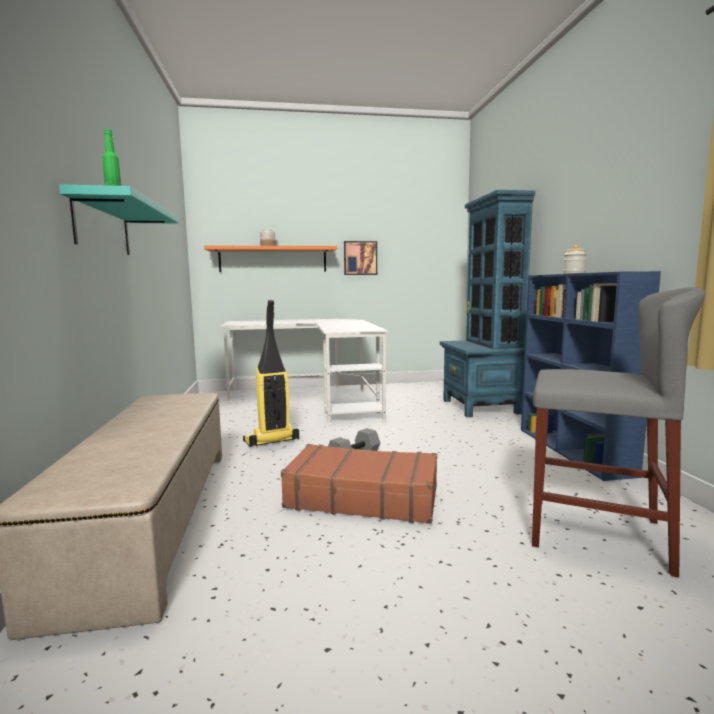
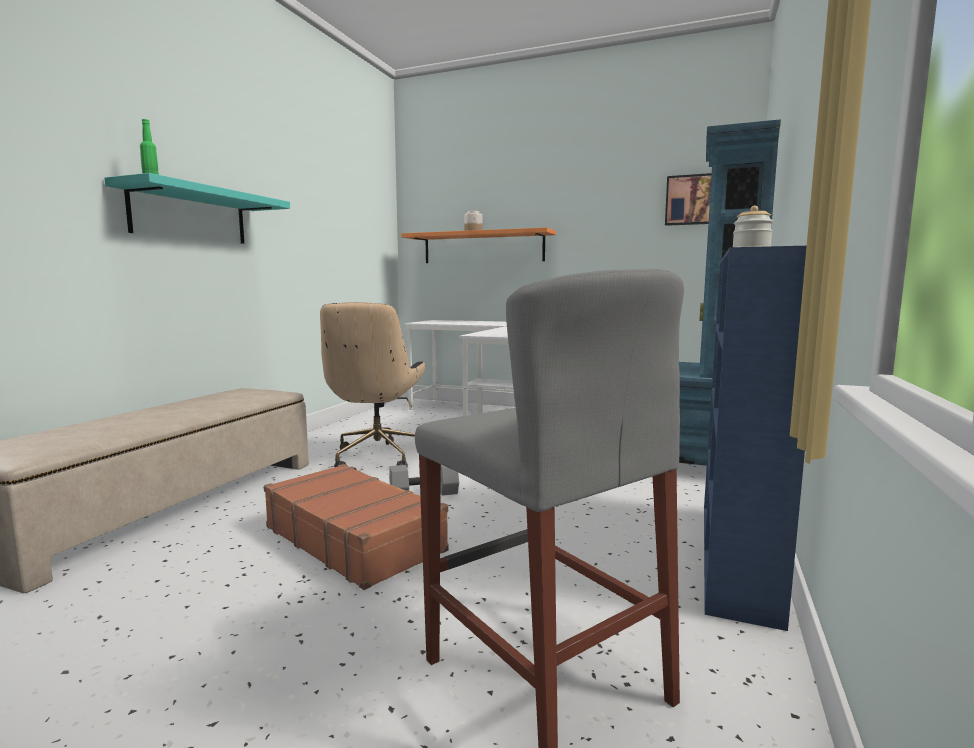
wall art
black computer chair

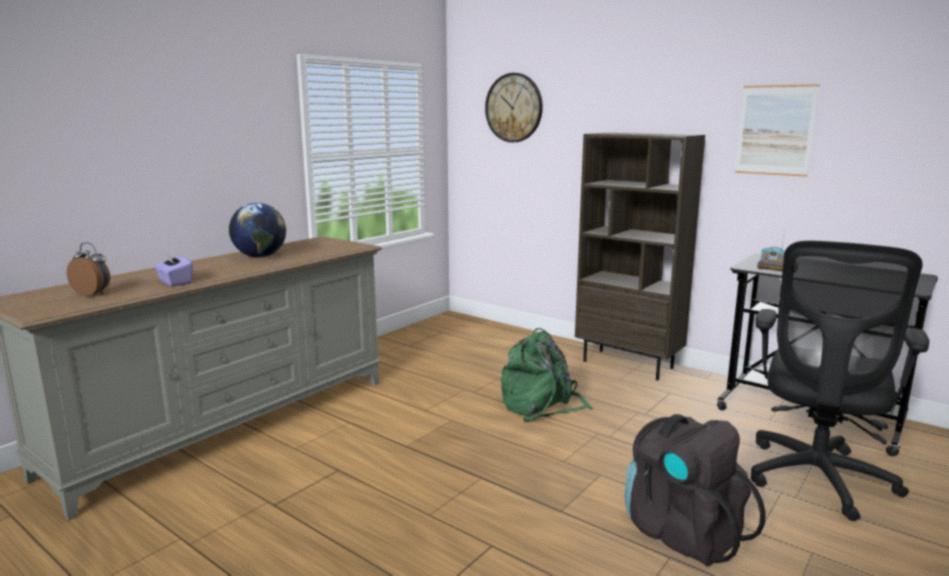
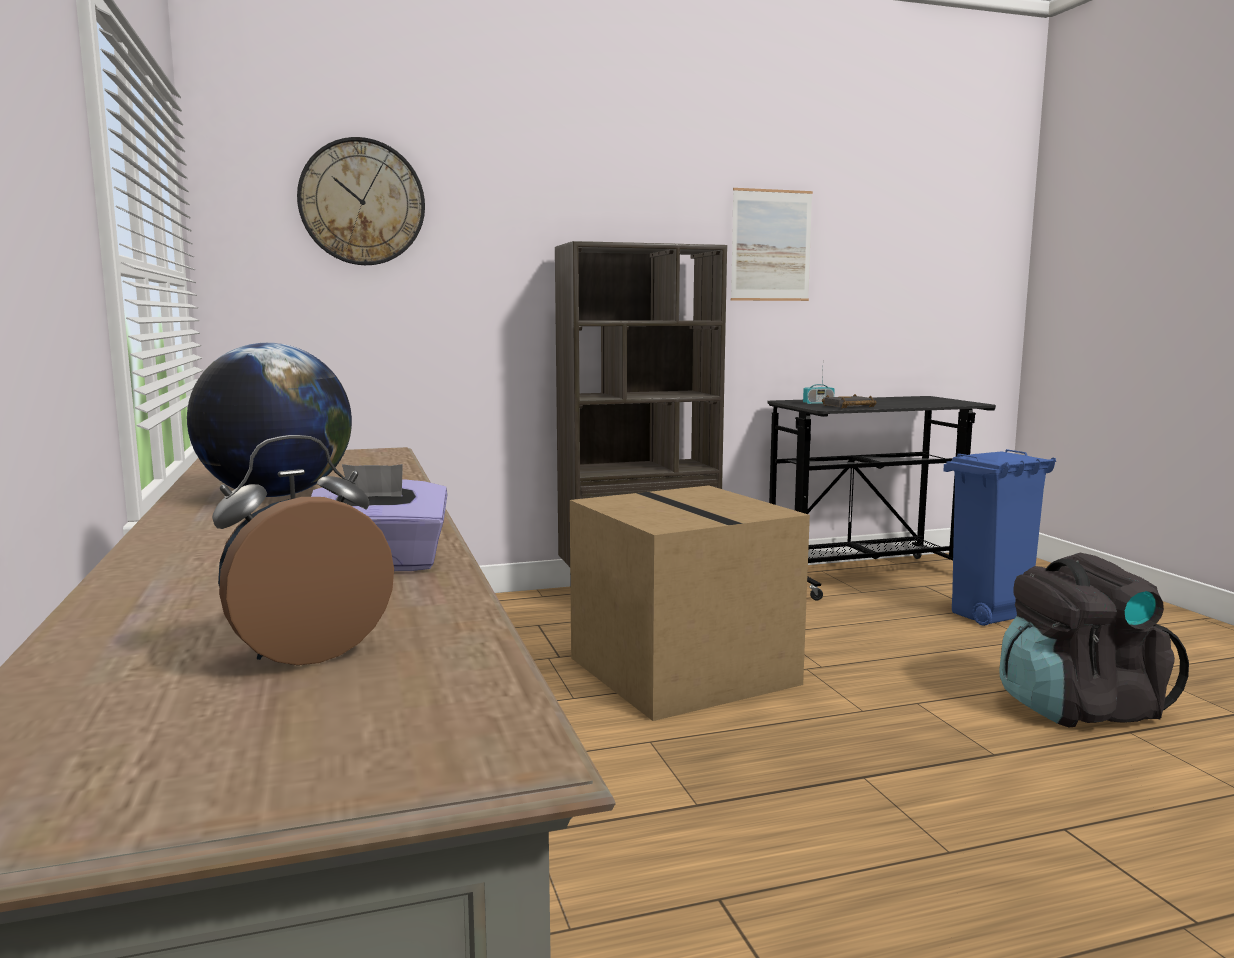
packing box
blue rubbish bin

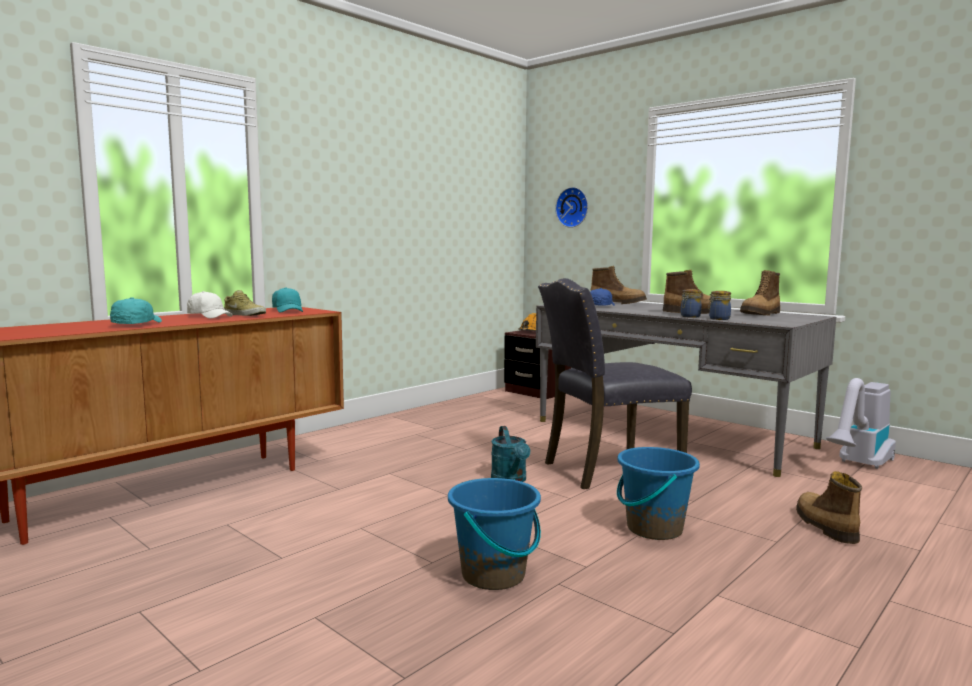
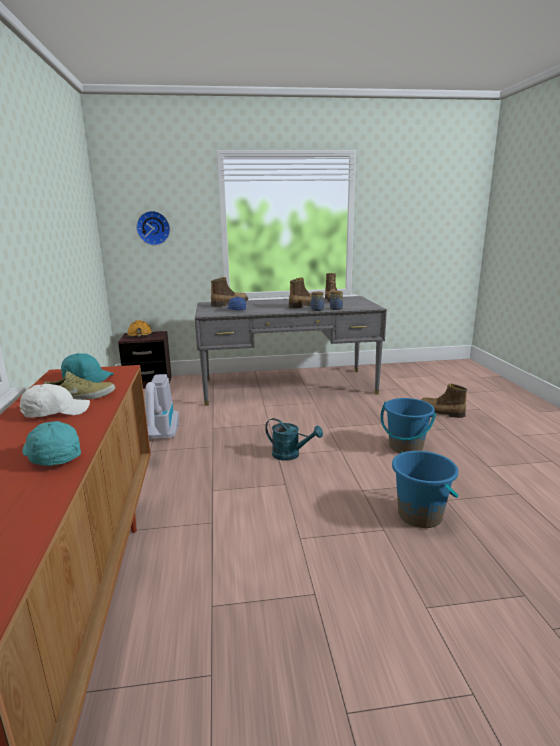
gray chair
hoover

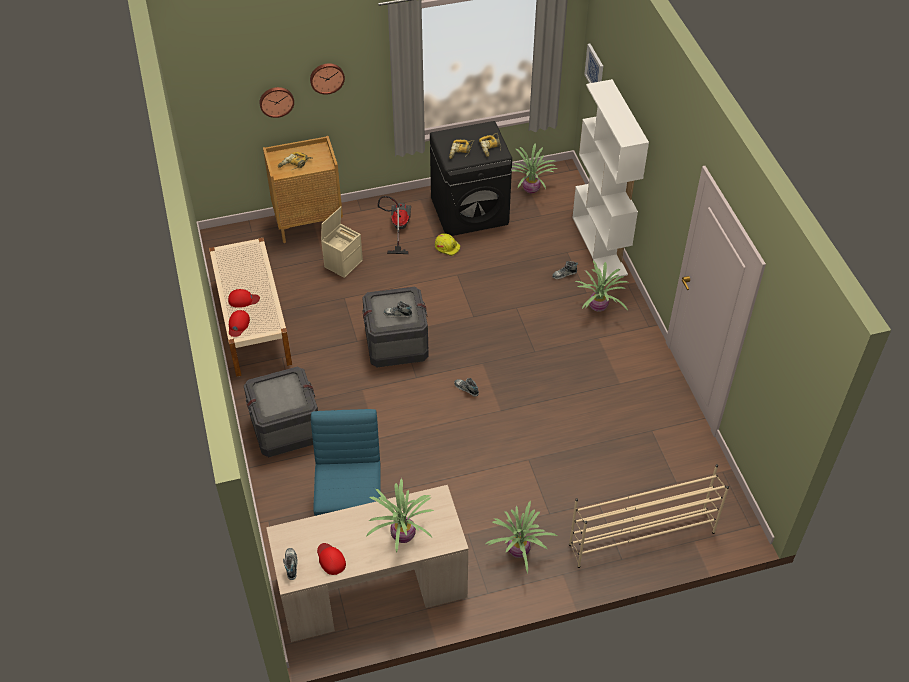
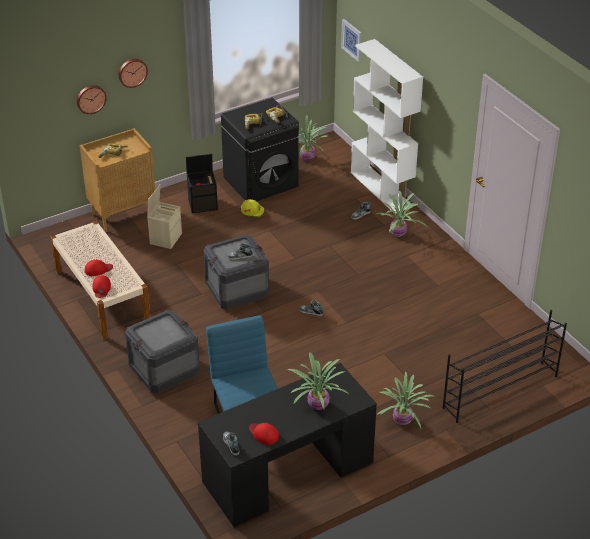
black storage box
black desk unit
black shoe stand

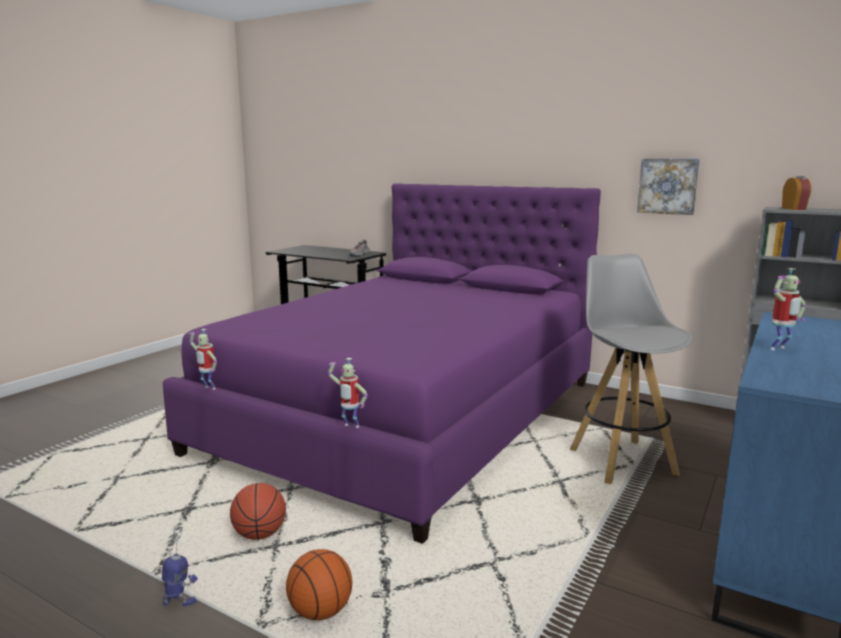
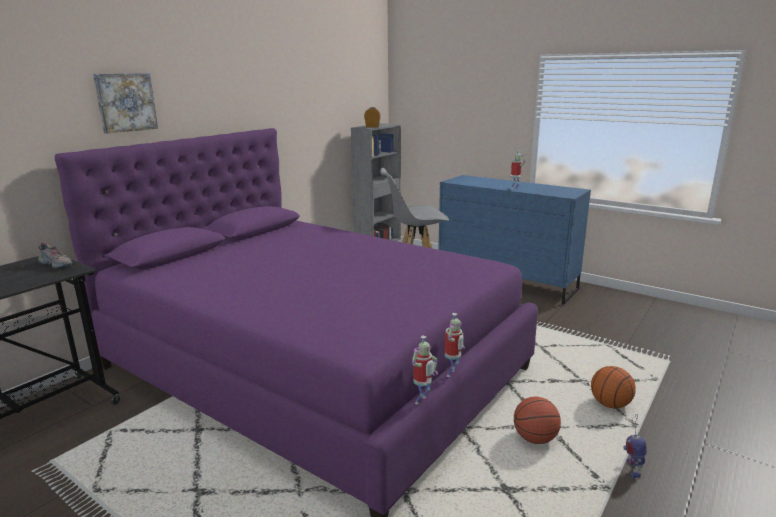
toy robot (no. 2 from left)
wall art

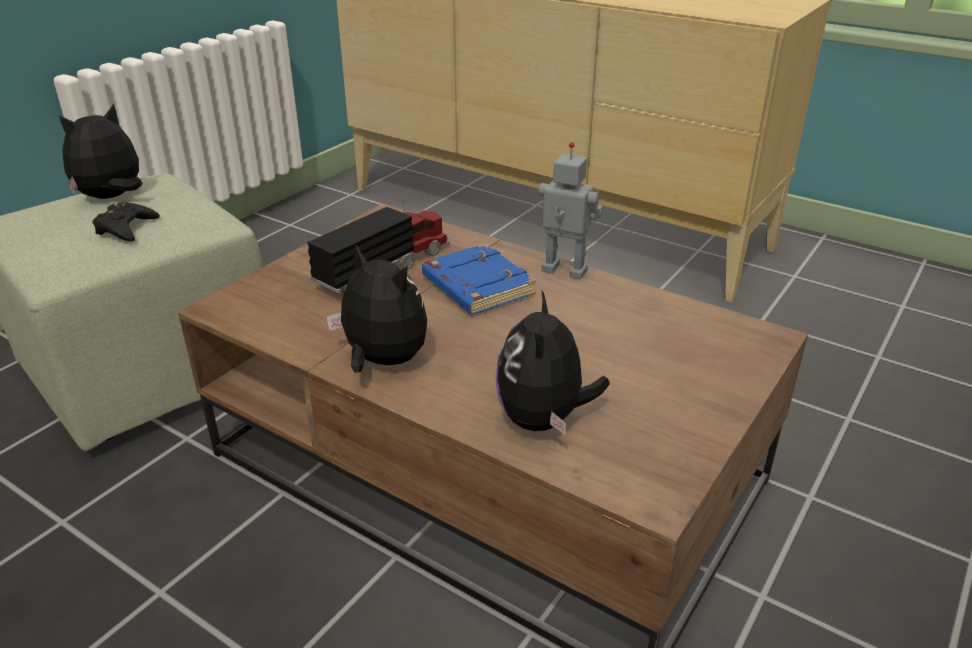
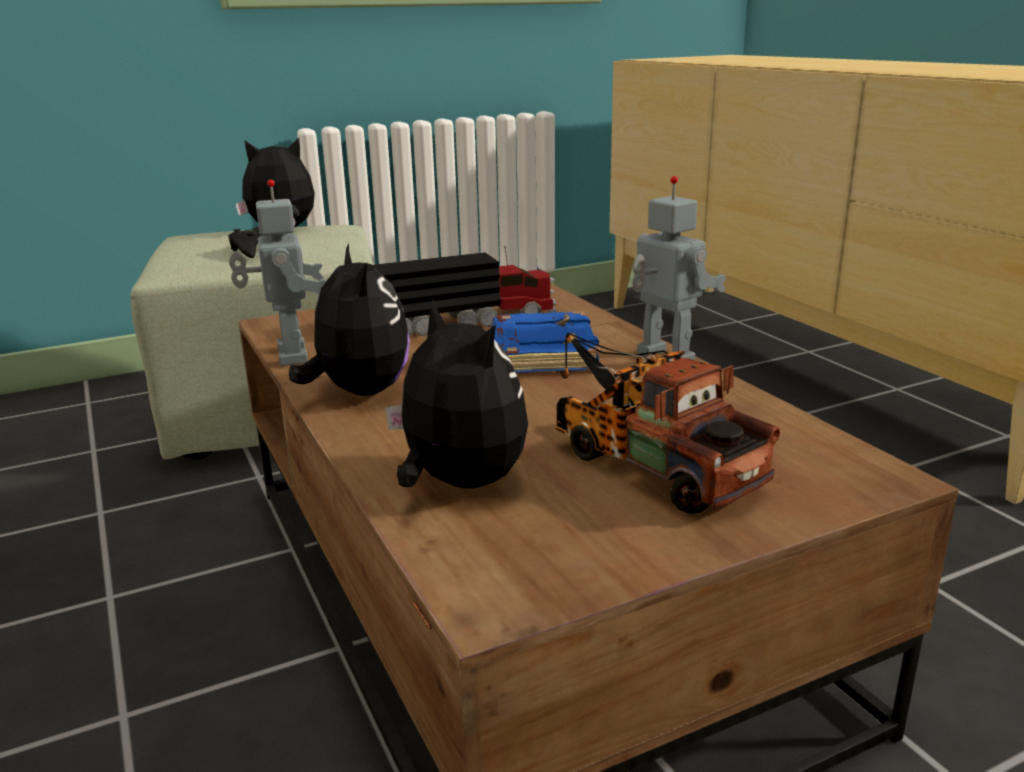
toy robot (no. 1 from left)
toy lorry (no. 2 from left)
soft toy (no. 3 from left)

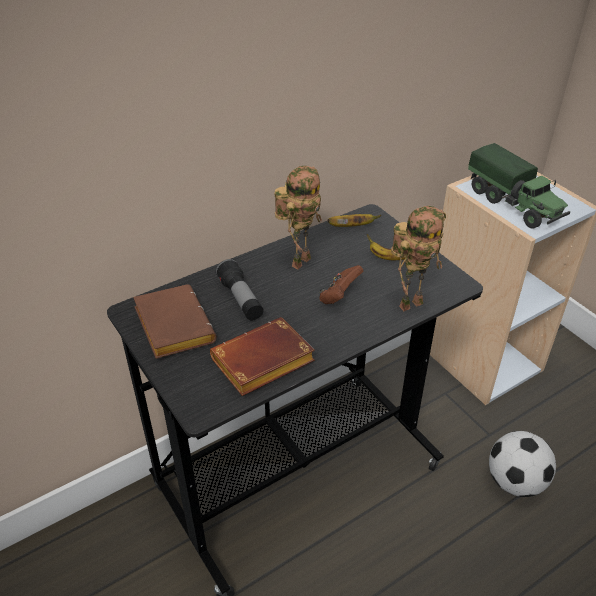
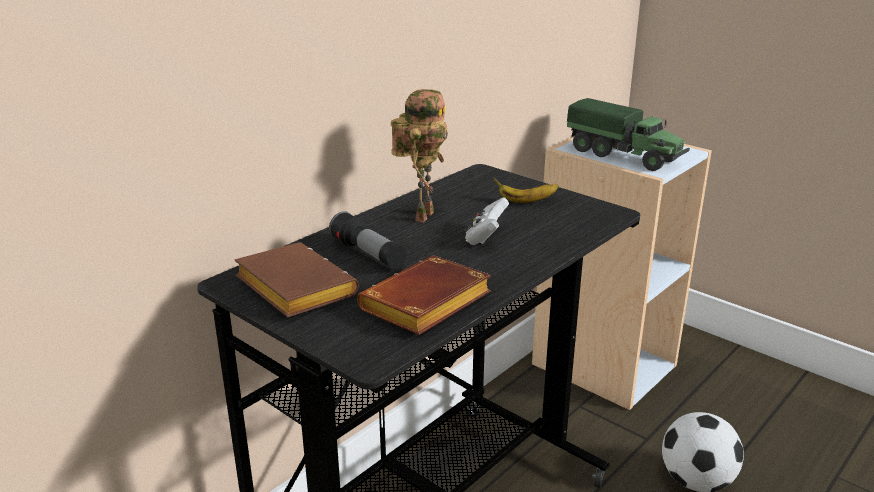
banana fruit (no. 1 from left in the first image)
toy robot (no. 2 from left in the first image)
white game controller

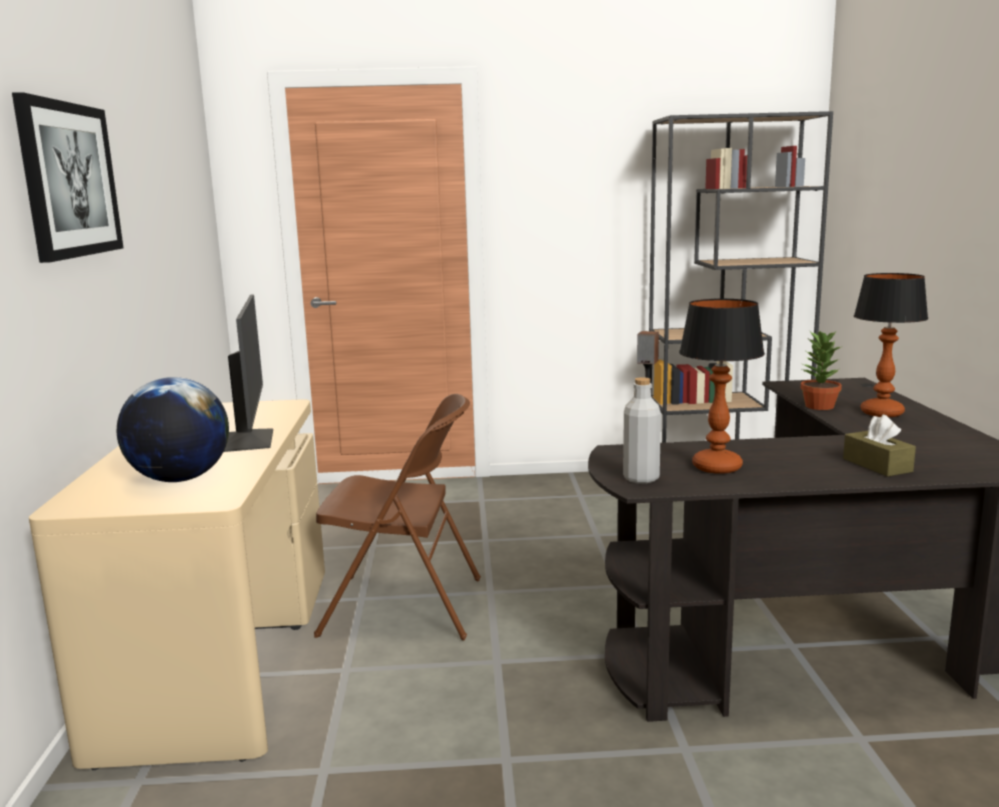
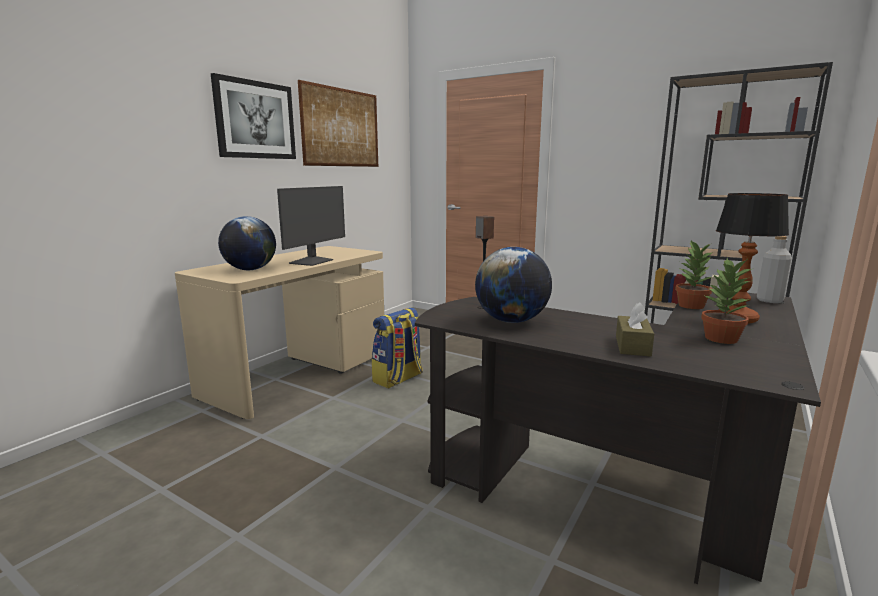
wall art (no. 2 from left)
potted plant (no. 2 from left)
gray drink bottle
knapsack
desk globe (no. 2 from left)

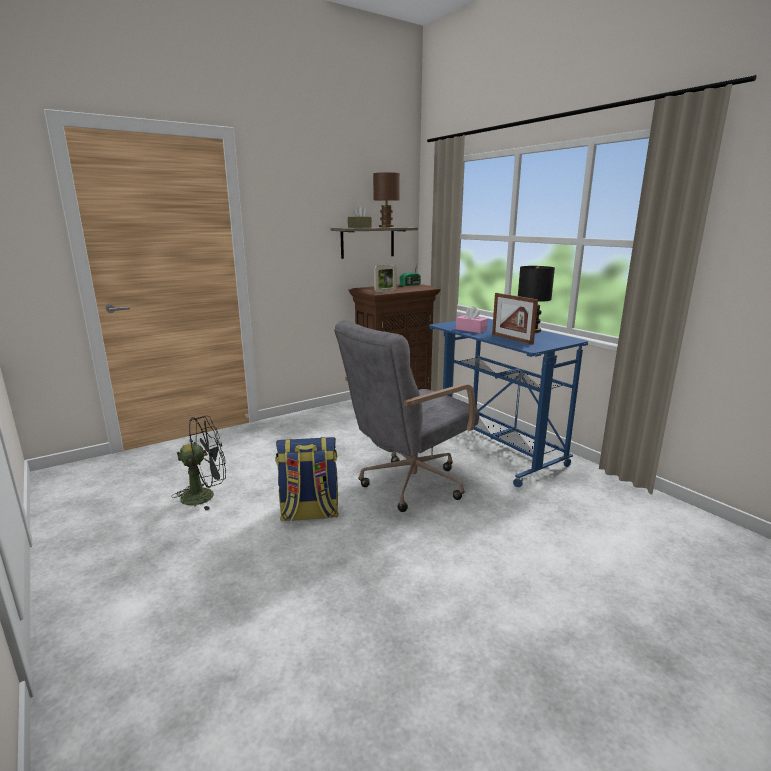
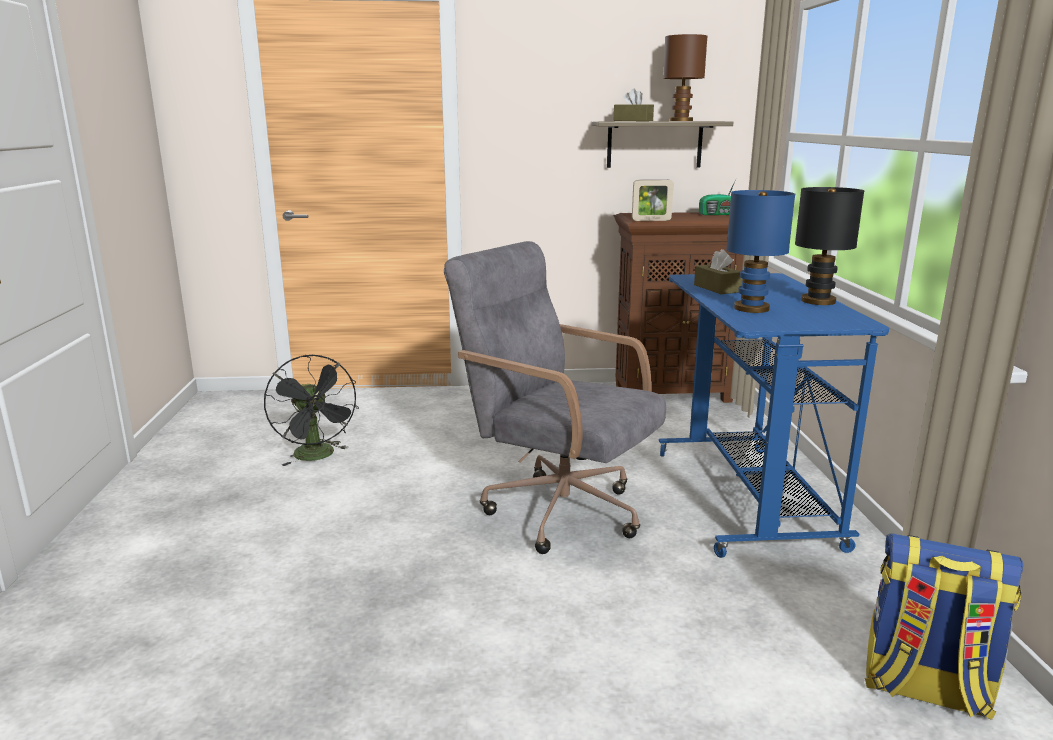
knapsack
blue table lamp
brown box of tissues (no. 2 from left)
black cooling fan
gray computer chair

